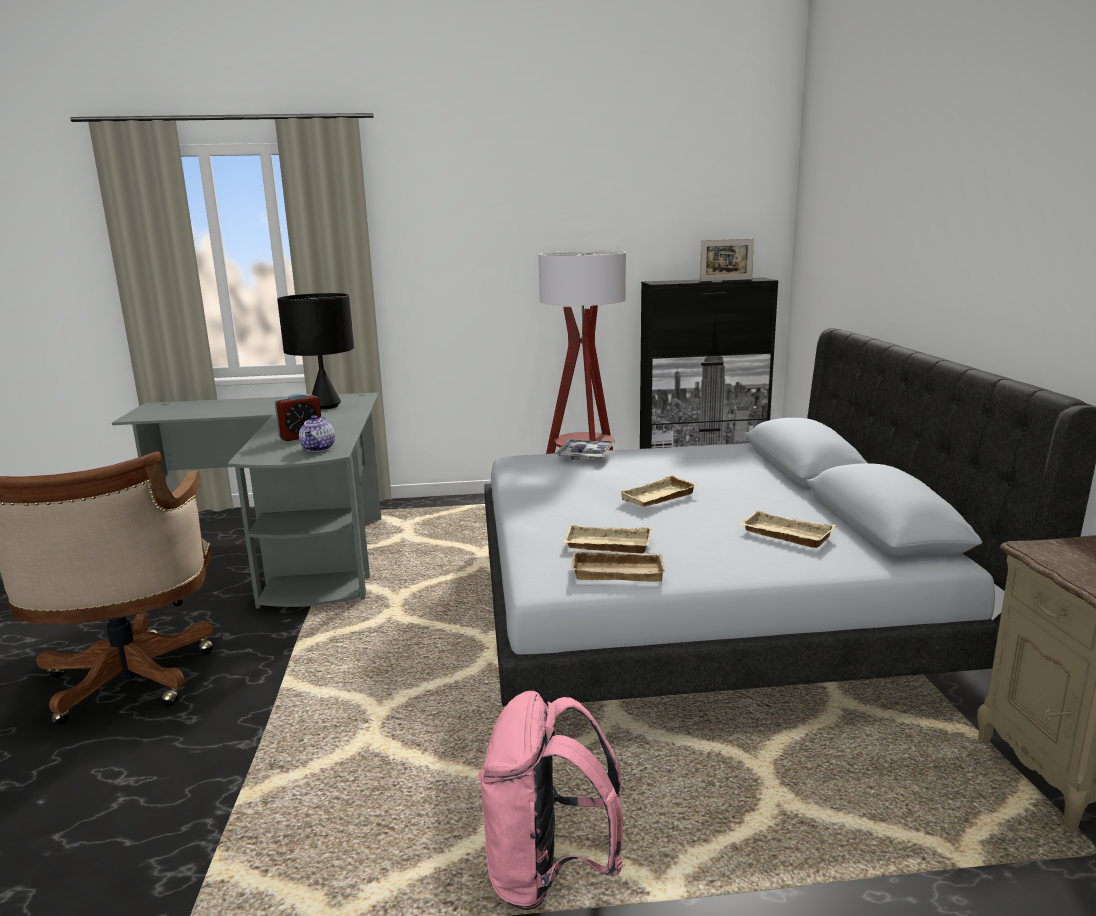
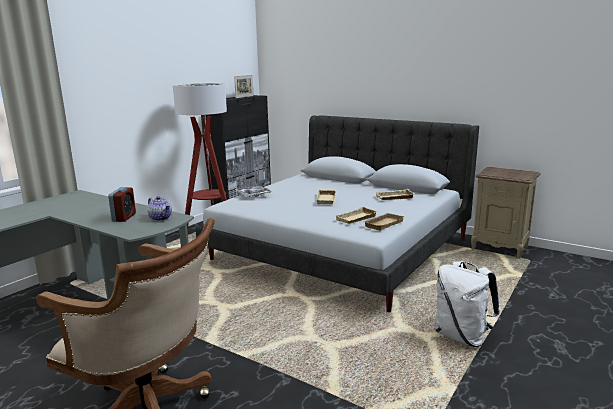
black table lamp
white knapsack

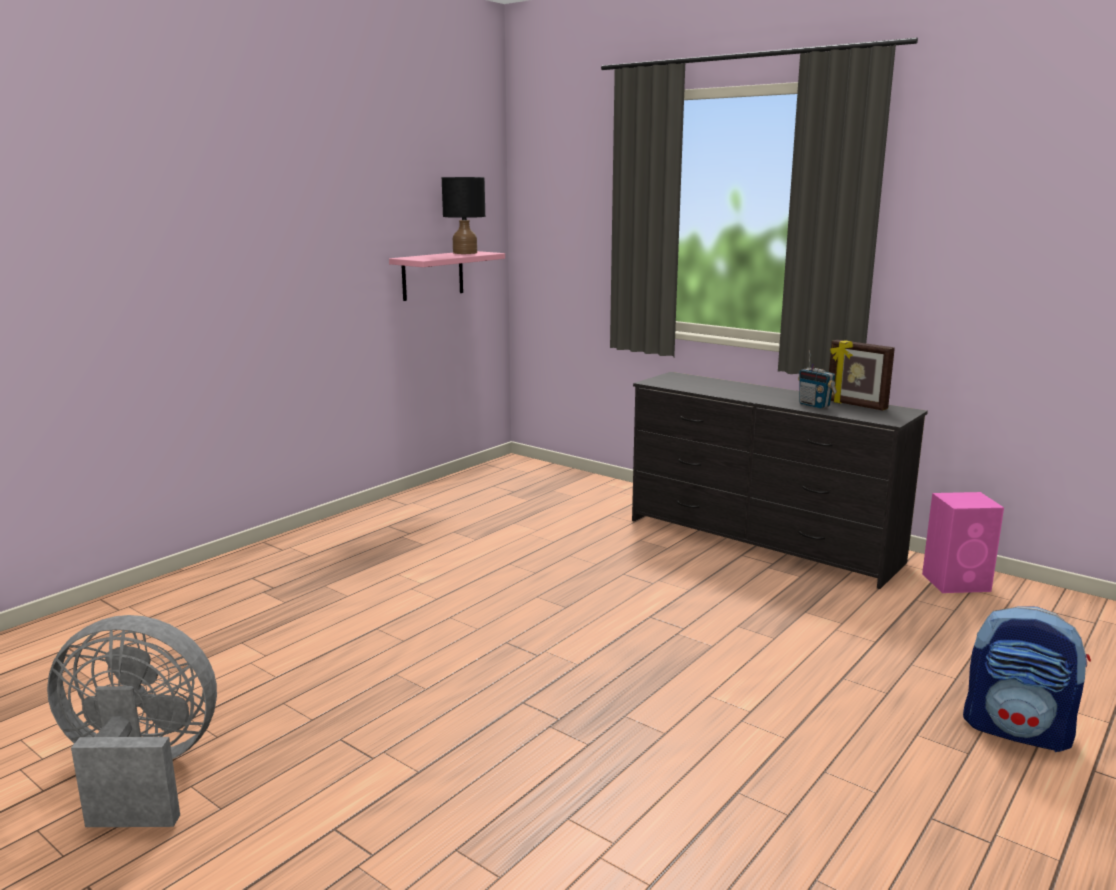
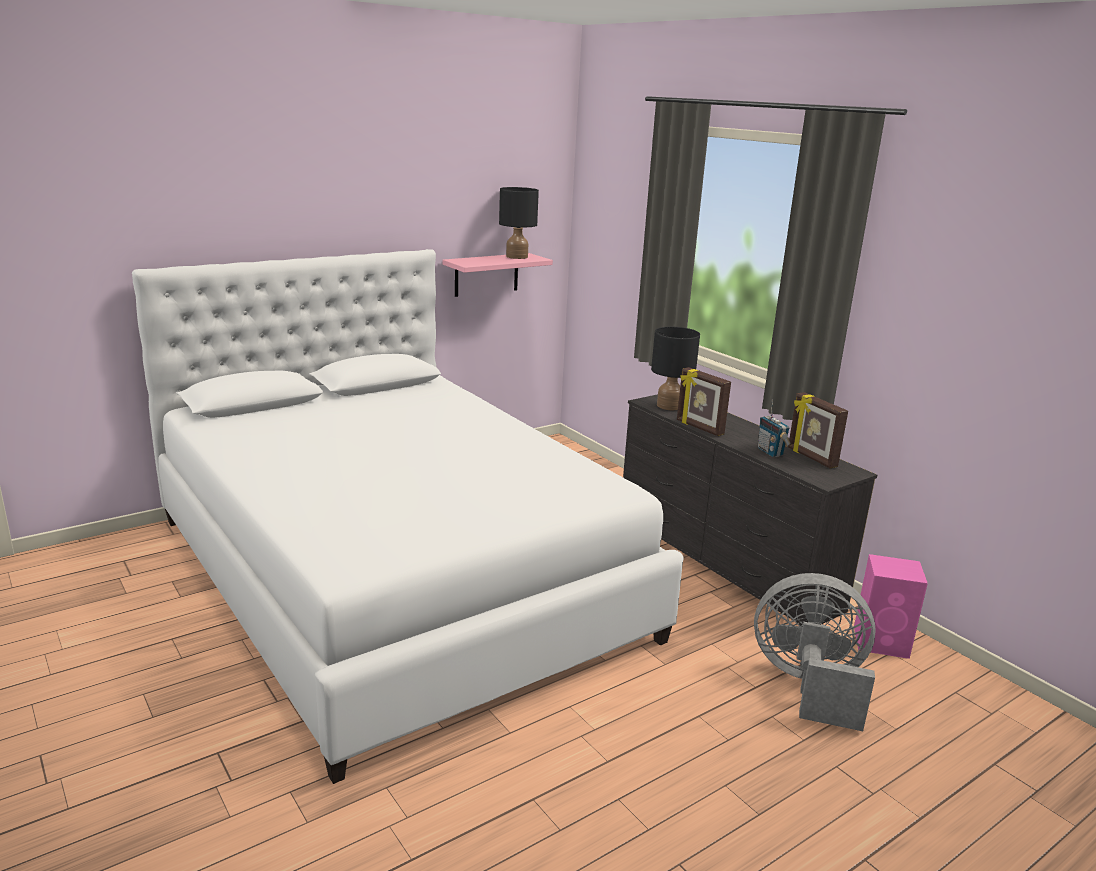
knapsack
white sleeping bed
black table lamp (no. 2 from left)
standing frame (no. 1 from left)
gray cooling fan

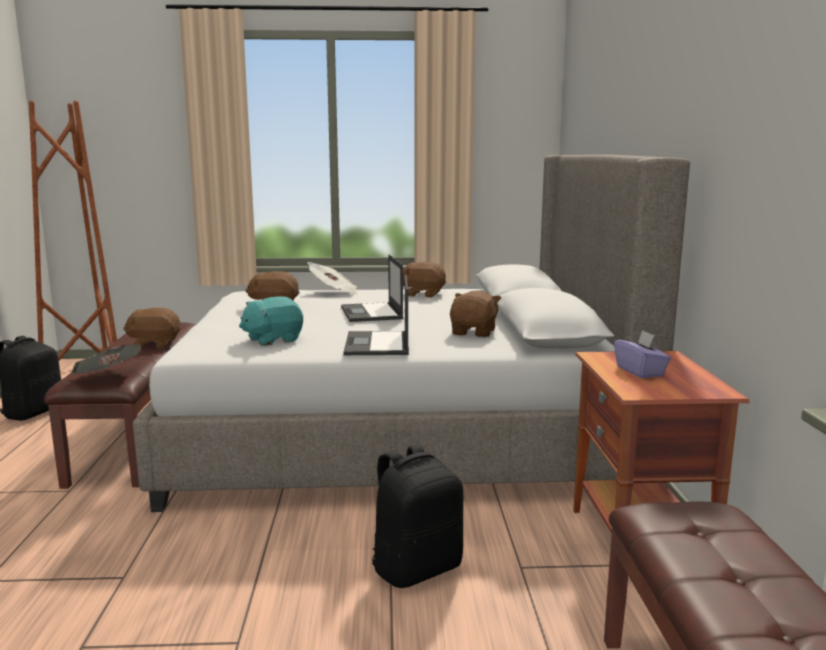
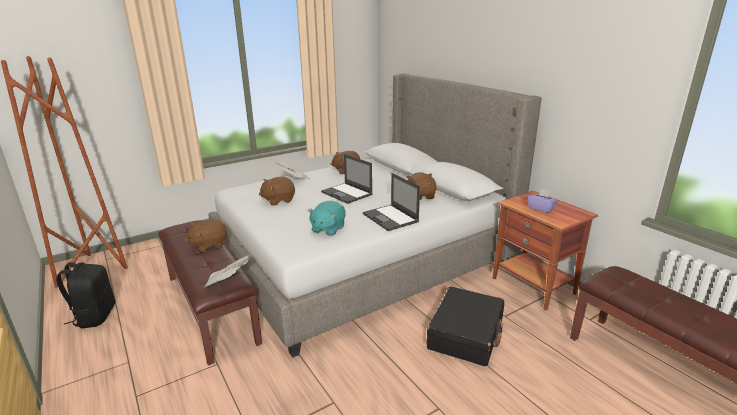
black suitcase

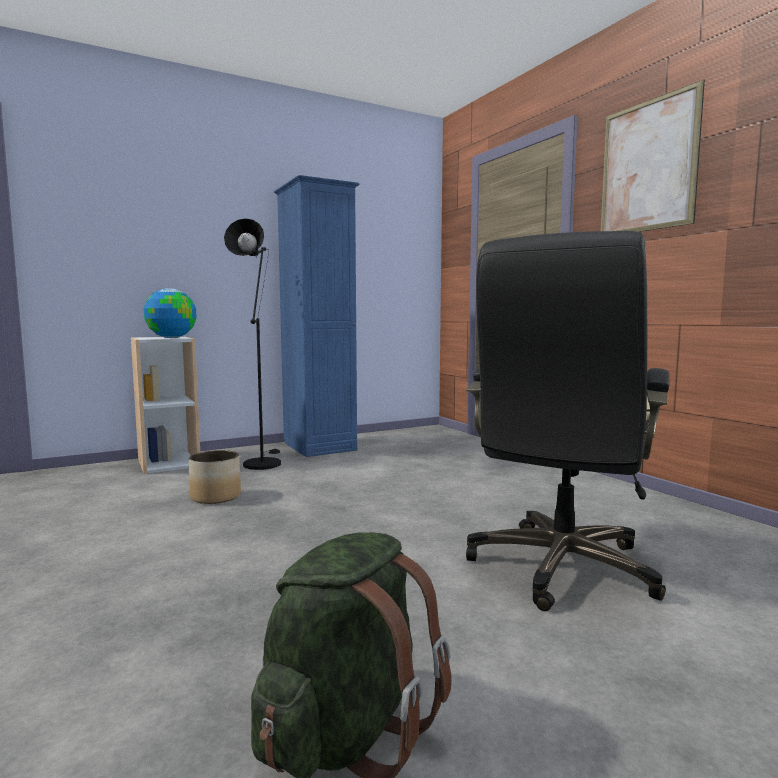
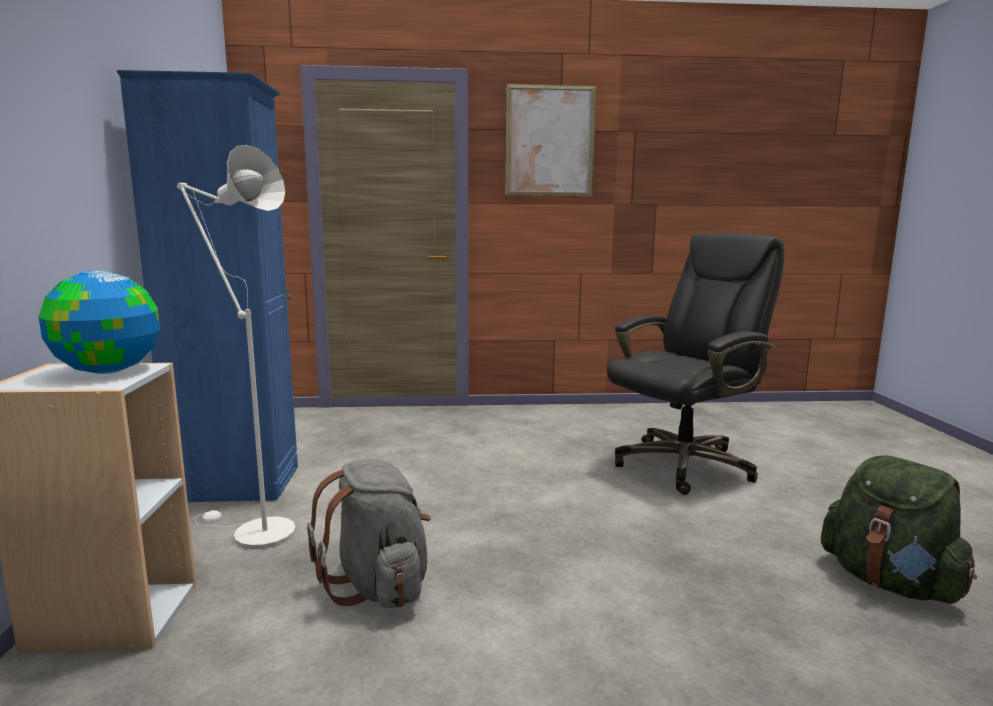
gray knapsack
white standard lamp
black computer chair

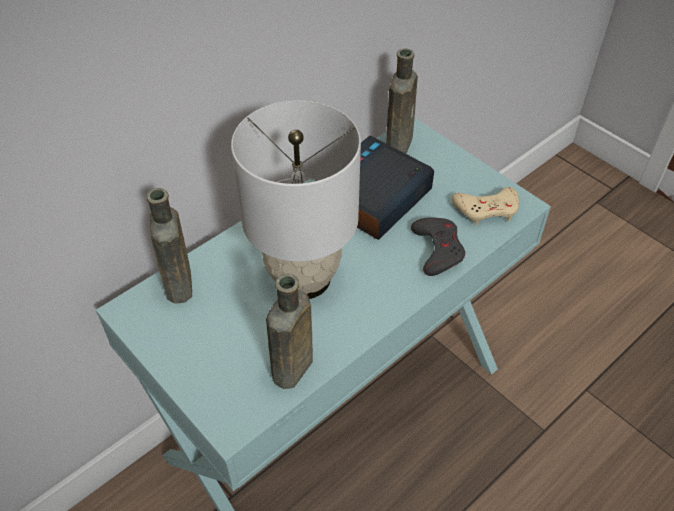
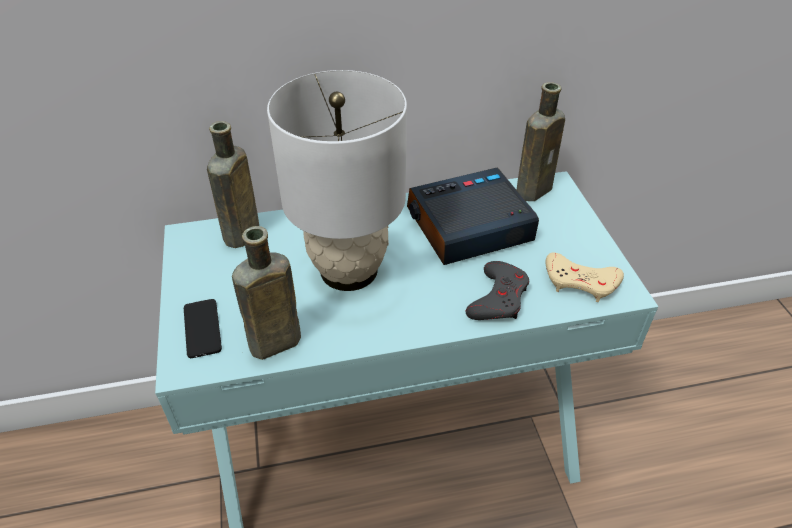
telephone

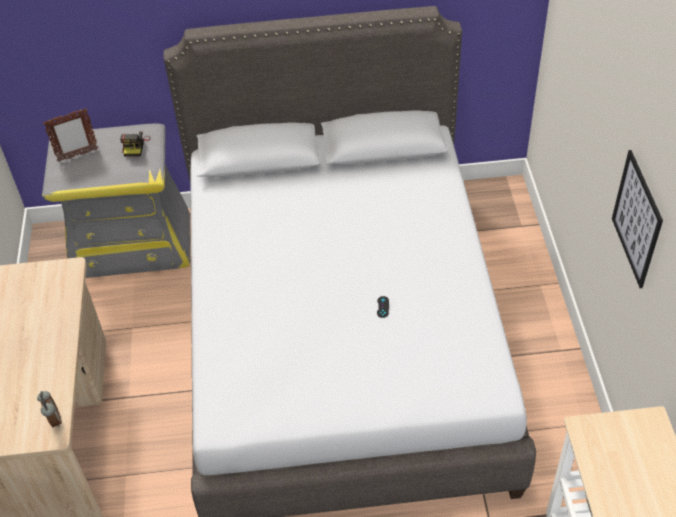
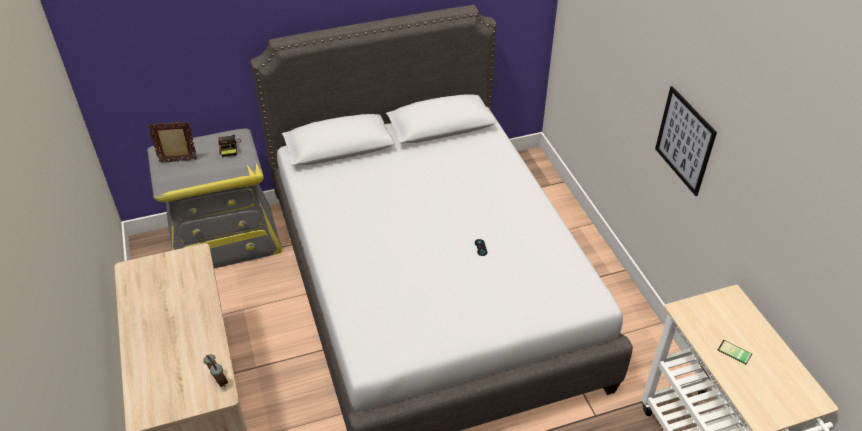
telephone
standing frame

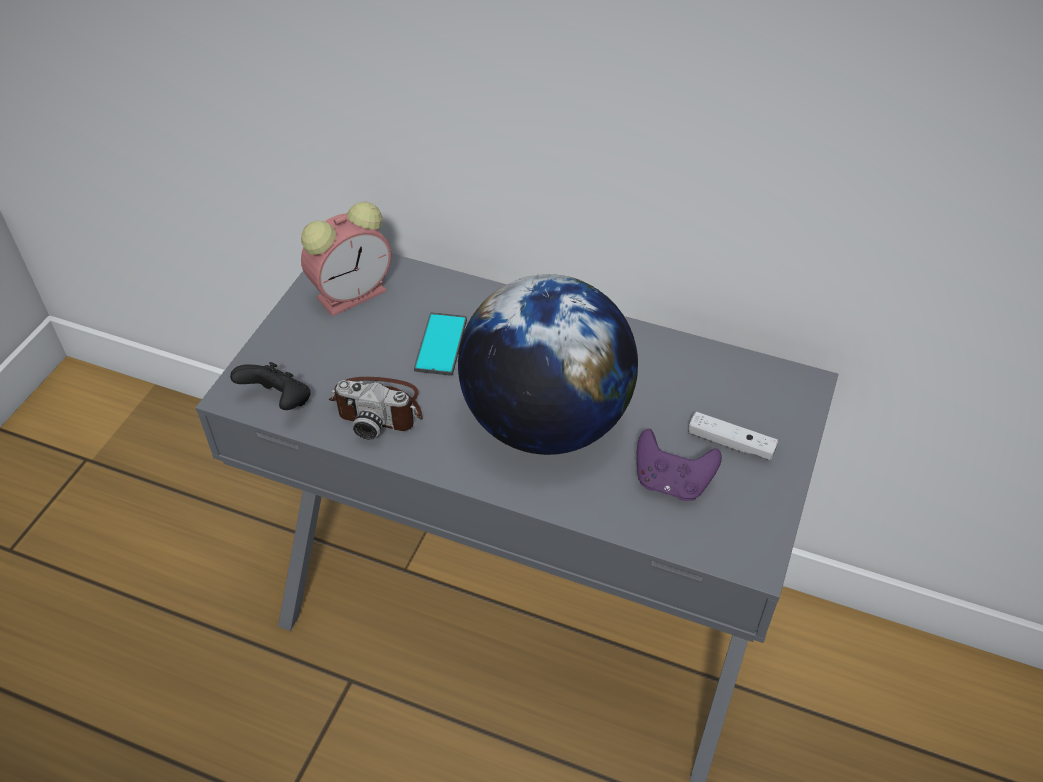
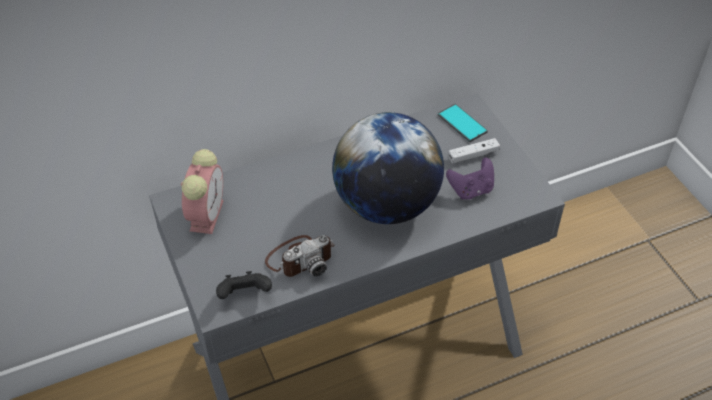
telephone

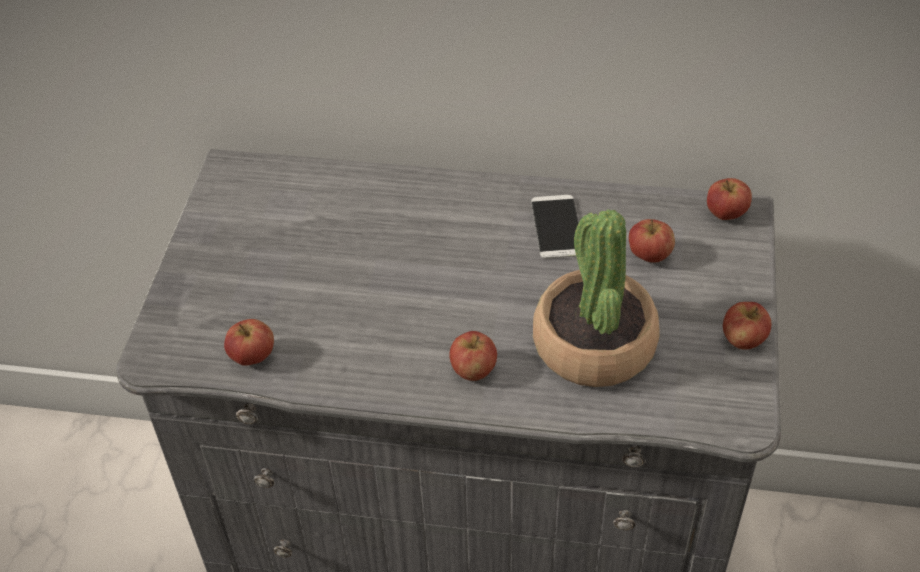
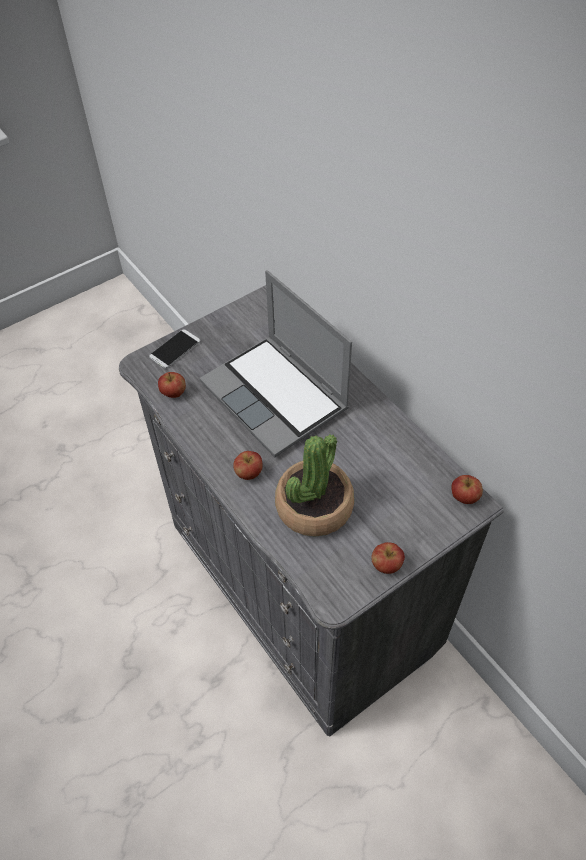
apple (no. 3 from left in the first image)
notebook computer
telephone

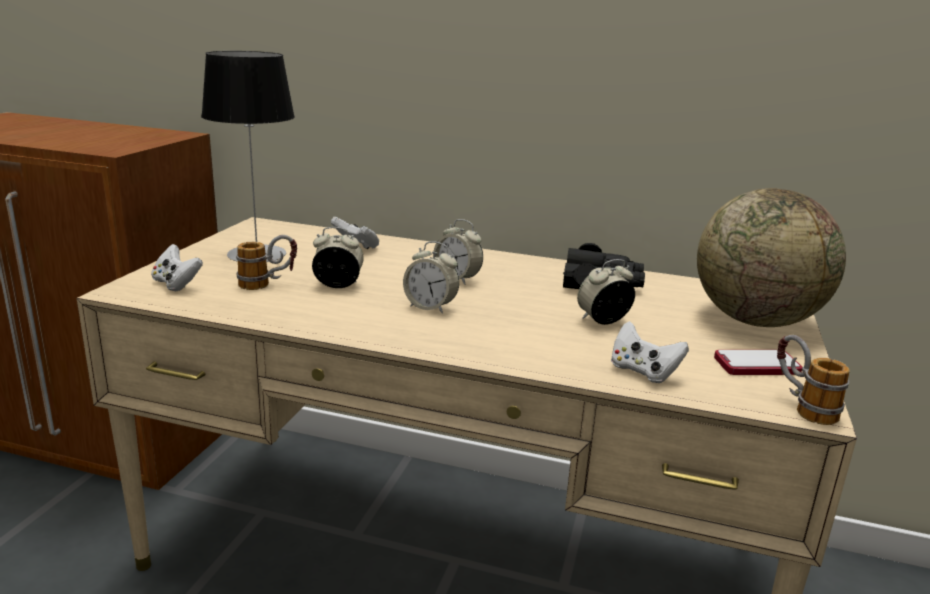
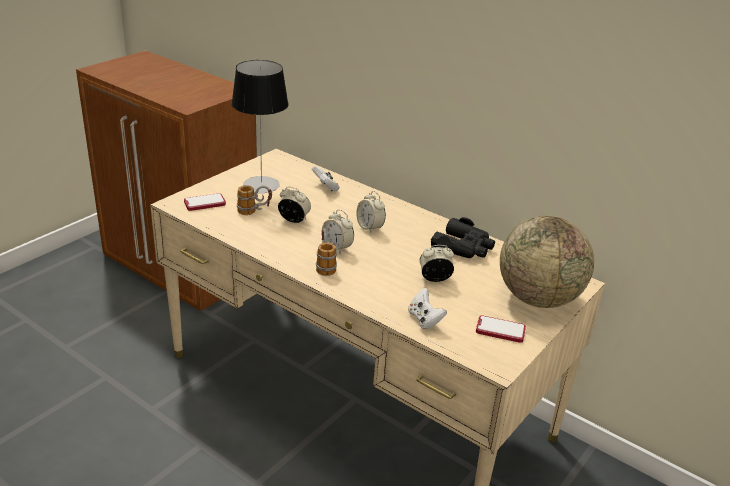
coffee mug (no. 2 from left)
telephone (no. 1 from left)

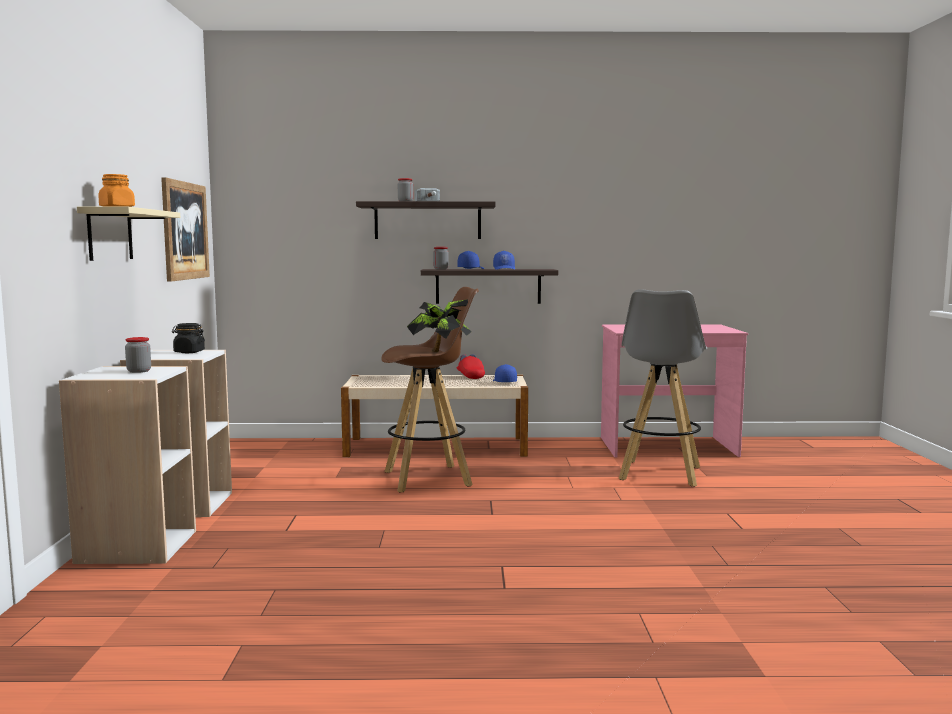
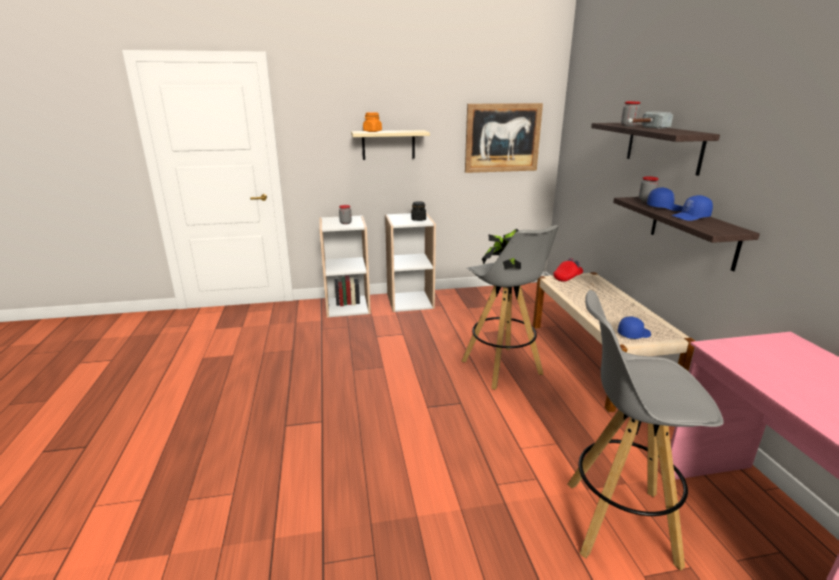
red-coloured cap
gray sitting stool (no. 1 from left)

